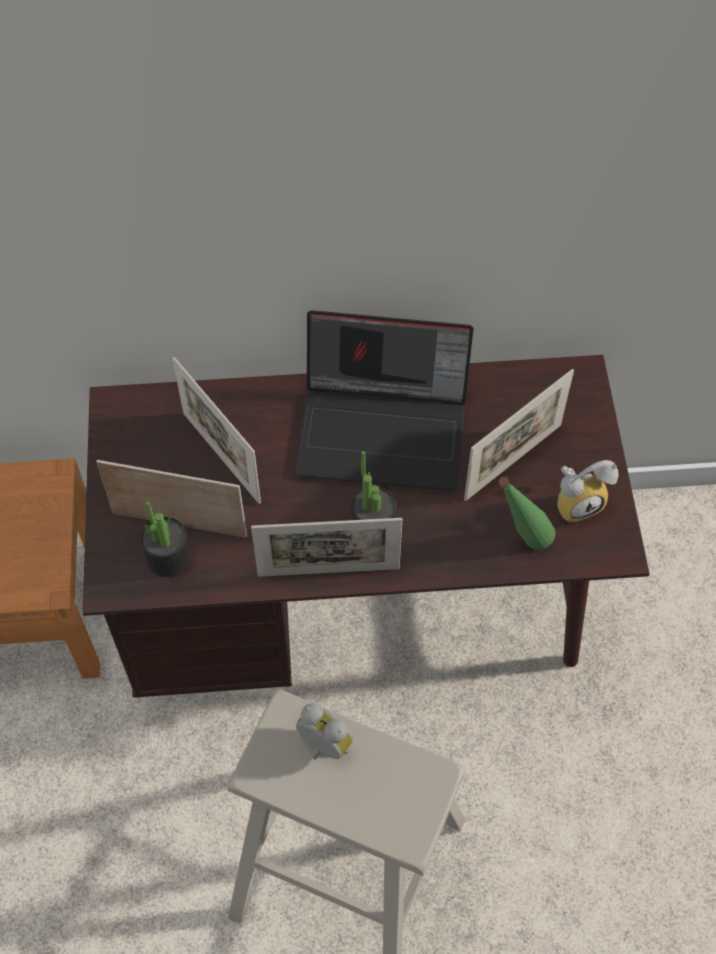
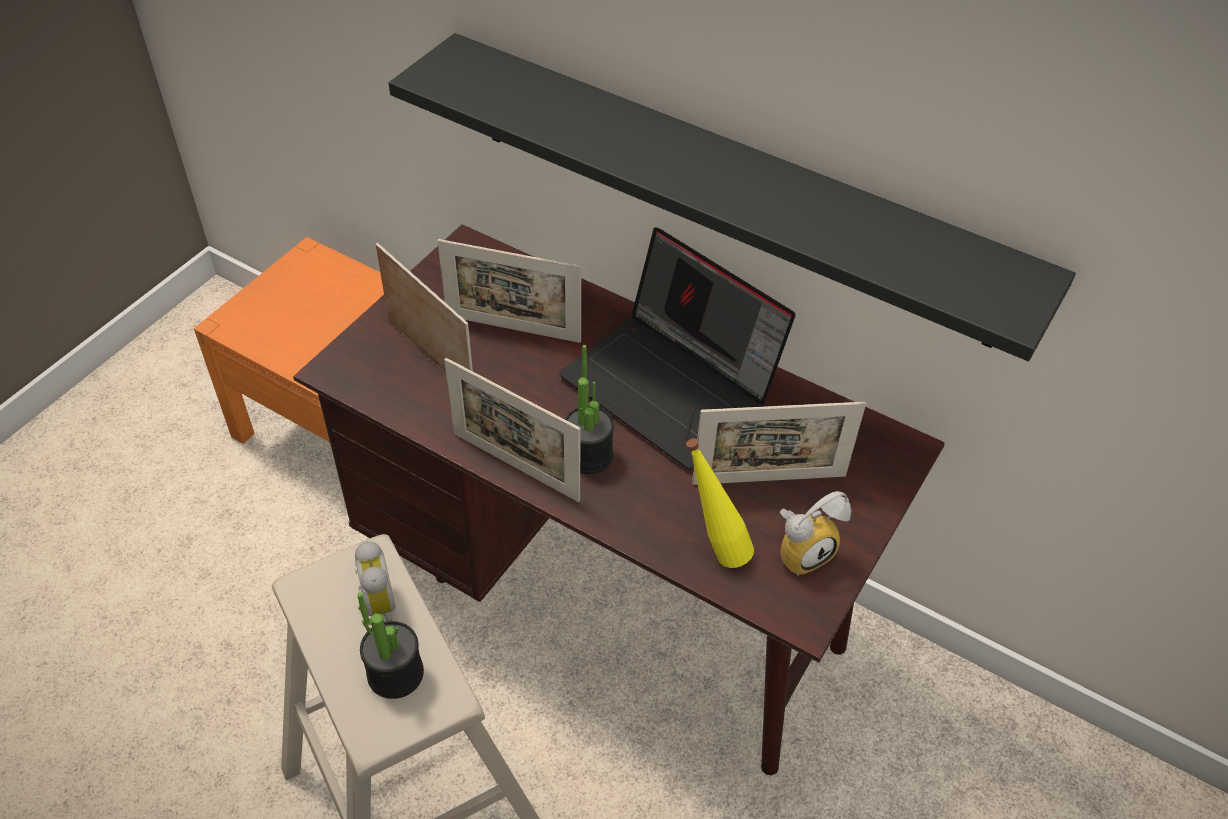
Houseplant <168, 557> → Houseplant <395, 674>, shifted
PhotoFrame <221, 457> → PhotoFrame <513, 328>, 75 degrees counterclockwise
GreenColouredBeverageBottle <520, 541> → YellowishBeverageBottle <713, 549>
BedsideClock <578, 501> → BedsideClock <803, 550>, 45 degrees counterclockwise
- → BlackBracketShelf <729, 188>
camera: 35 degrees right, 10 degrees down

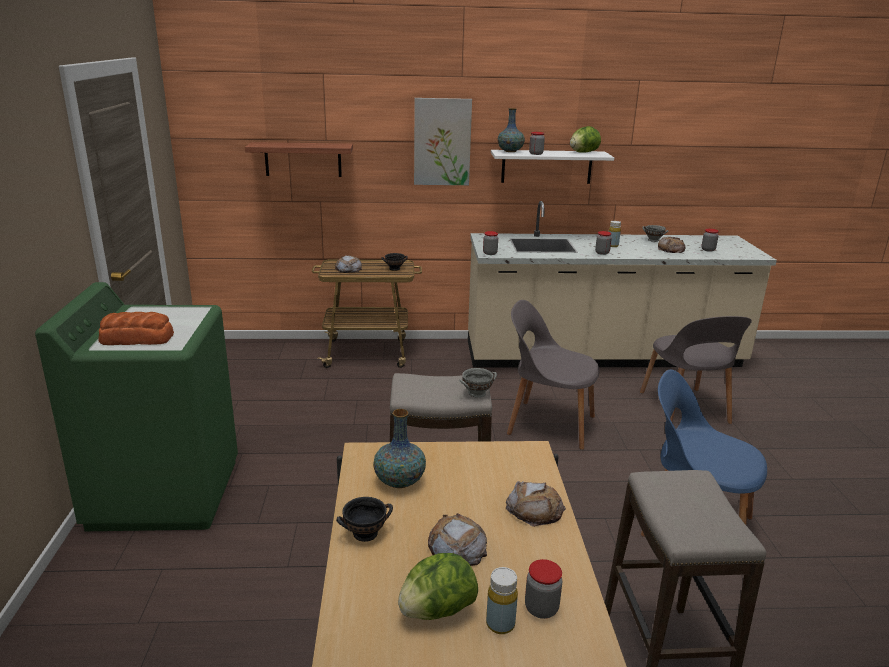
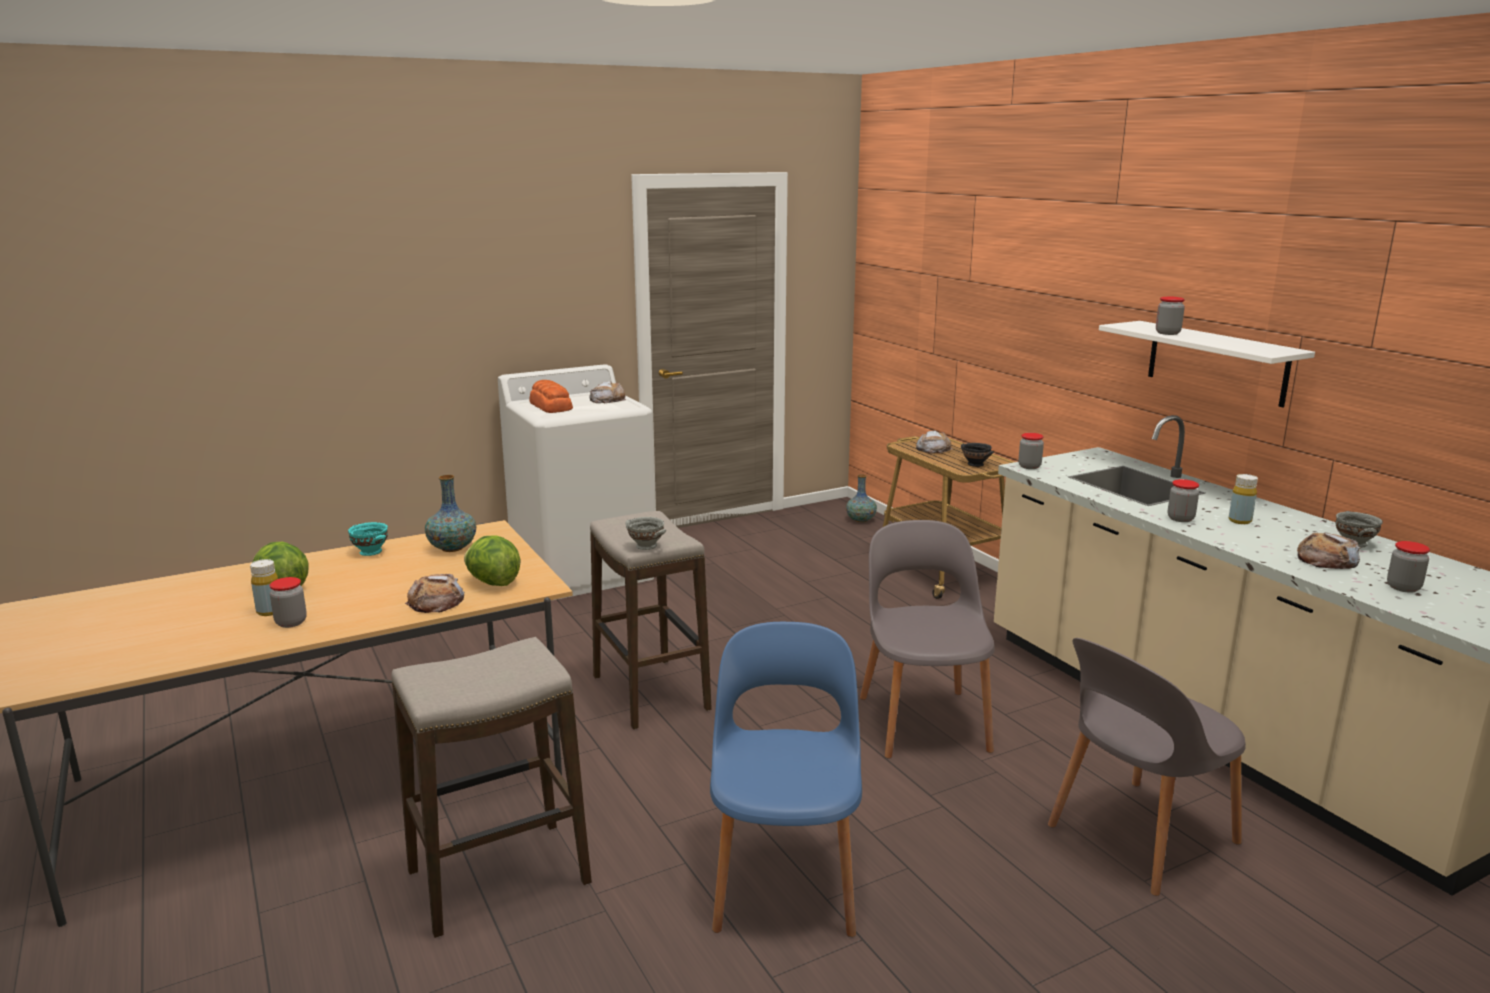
GreenColouredLaundryMachine <165, 492> → WhiteLaundryMachine <584, 570>
BracketShelf <303, 159> → -
BlackServingBowl <366, 533> → BlueGreenServingBowl <370, 552>
WallPicture <442, 142> → -
BakeryBread <456, 547> → BakeryBread <607, 399>, shifted
DecorativeVase <510, 151> → DecorativeVase <861, 520>, shifted
HeadOfLettuce <583, 152> → HeadOfLettuce <493, 582>, shifted
camera: 65 degrees right, 5 degrees down

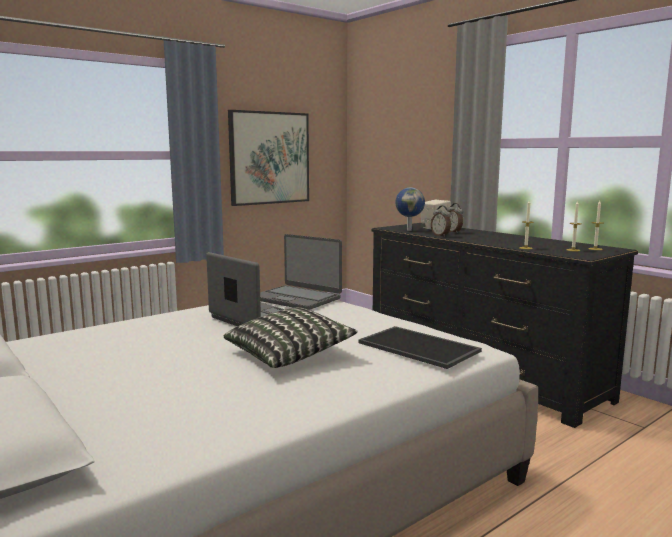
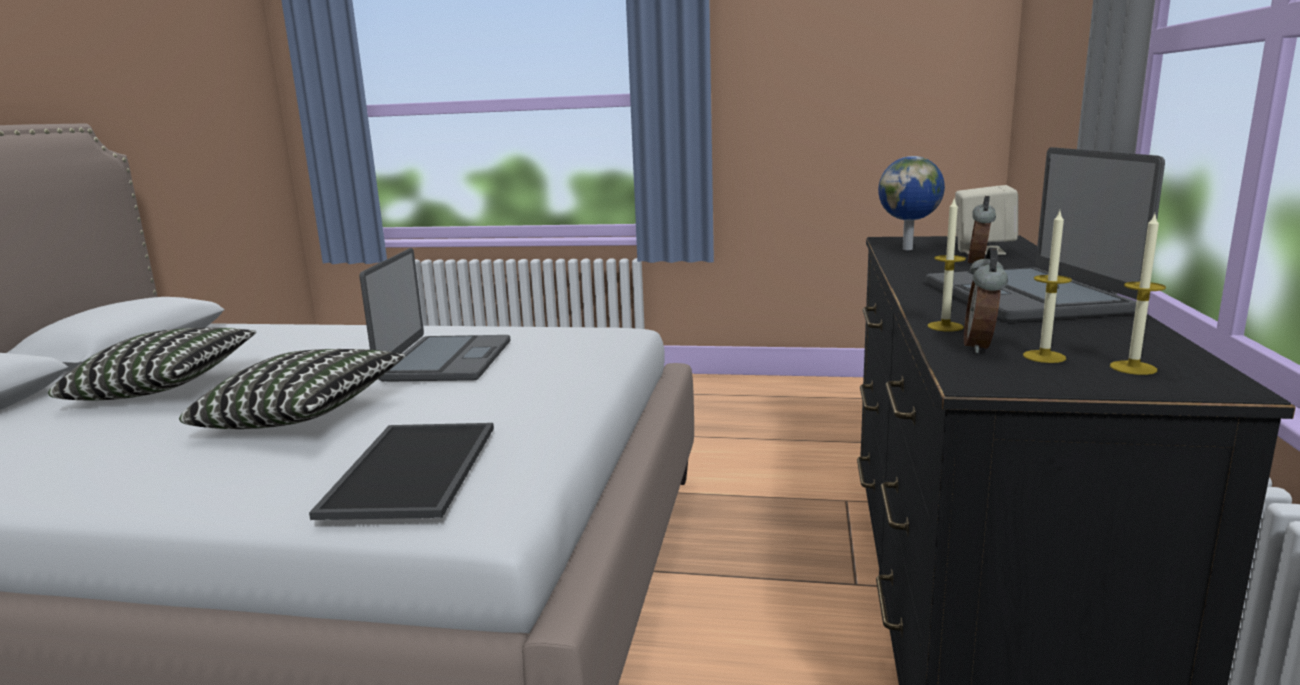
WallPicture <269, 158> → -
Laptop <297, 298> → Laptop <1026, 297>, shifted
BedsideClock <441, 235> → BedsideClock <981, 347>, shifted
- → Cushion <165, 389>
camera: 50 degrees right, 5 degrees up

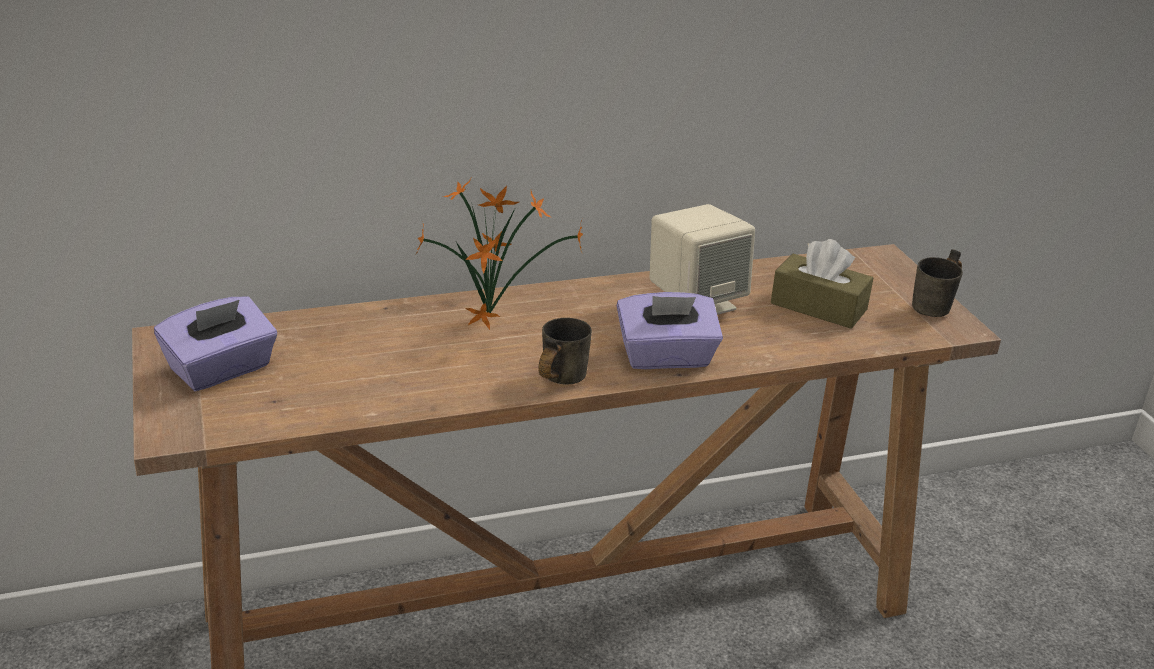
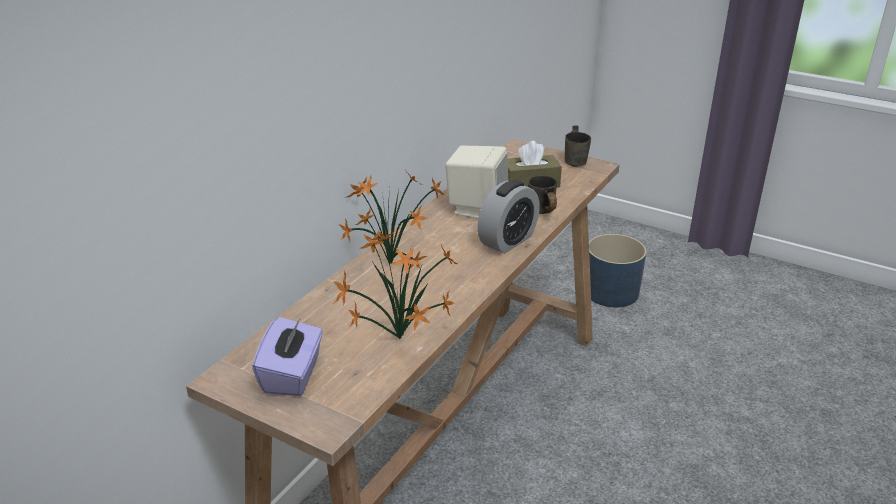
GreyishCoffeeMug <555, 380> → GreyishCoffeeMug <540, 213>, shifted
PurpleBoxOfTissues <666, 357> → BedsideClock <508, 241>
- → Houseplant <396, 339>
- → BlueColouredPlantPot <611, 291>
camera: 40 degrees left, 0 degrees up

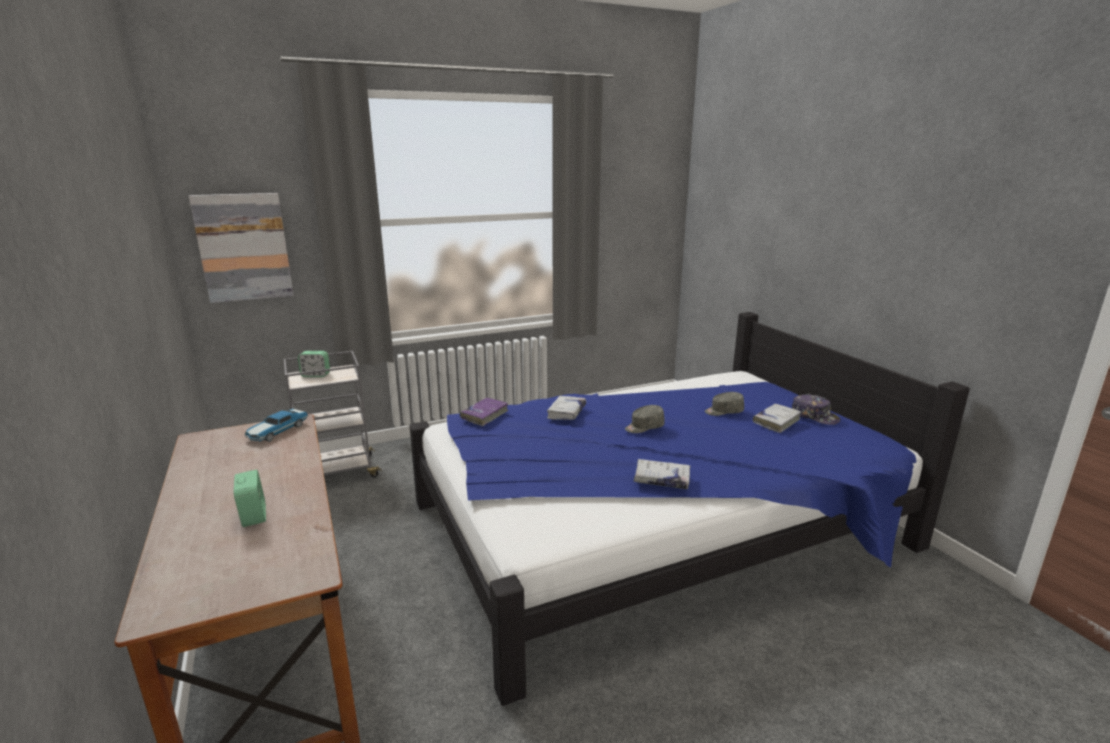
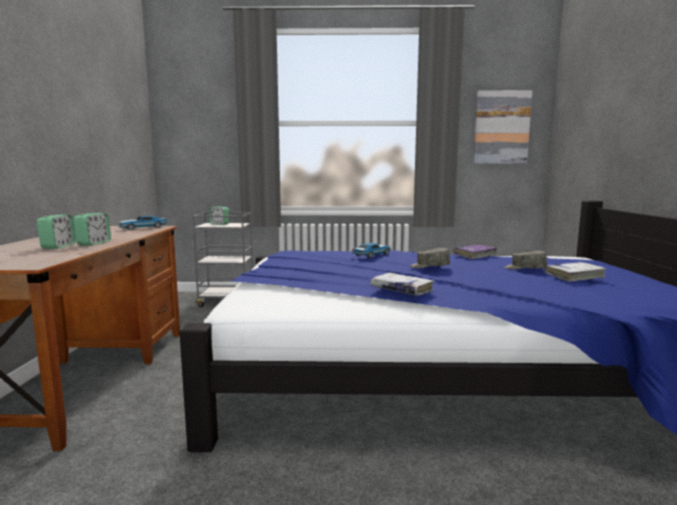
WallPicture <244, 247> → WallPicture <501, 127>, shifted
PurpleBook <484, 415> → PurpleBook <475, 255>, shifted
WhiteBook <566, 412> → ToyCar <372, 255>
PeakedCap <814, 416> → -
- → BedsideClock <94, 243>
camera: 25 degrees right, 10 degrees down

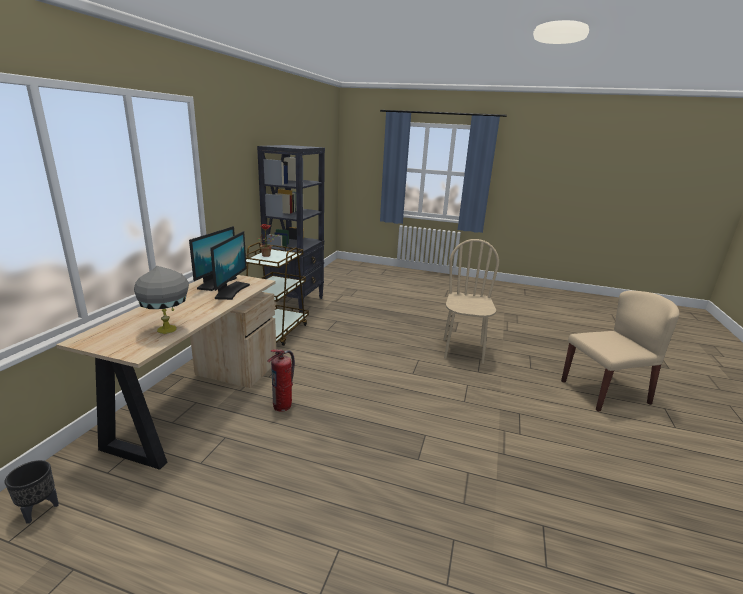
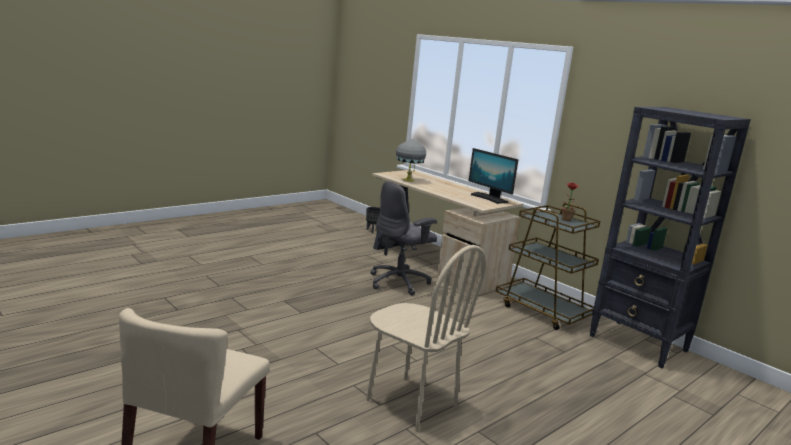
ComputerScreen <231, 291> → -
FireExtinguisher <283, 406> → GreyishOfficeChair <399, 282>
camera: 120 degrees right, 5 degrees down

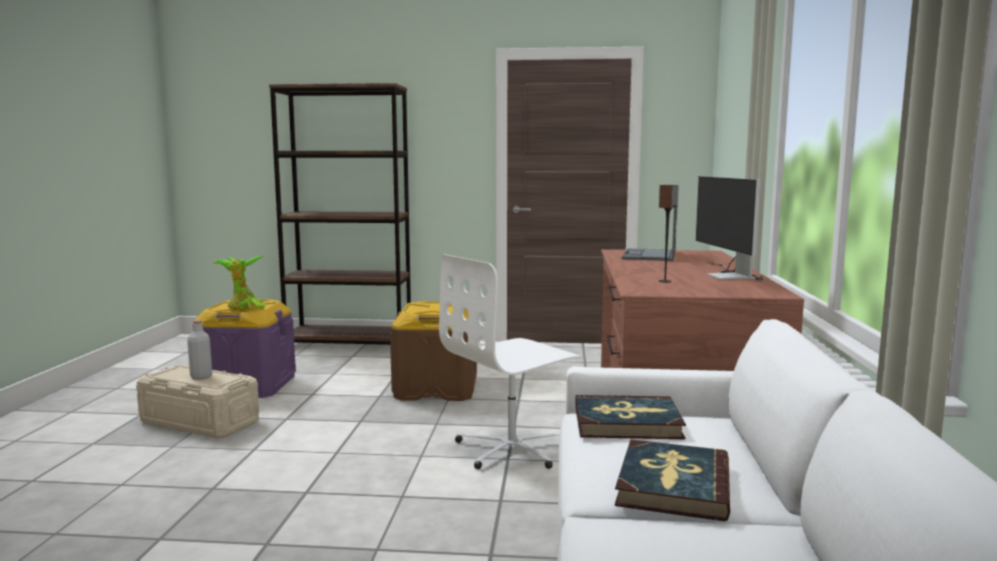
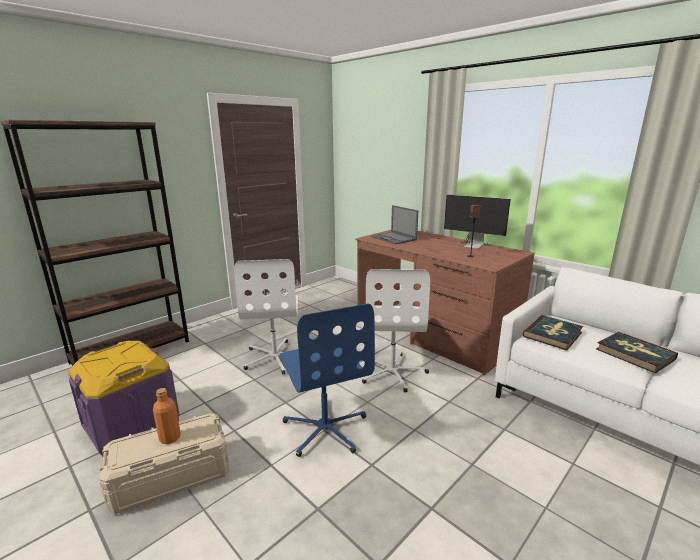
GreyishBeverageBottle <201, 377> → OrangeColouredBeverageBottle <170, 438>
Houseplant <244, 307> → -
BrownishStorageBin <435, 389> → WhiteOfficeChair <275, 357>
- → BlueColouredOfficeChair <325, 428>
camera: 50 degrees left, 10 degrees up

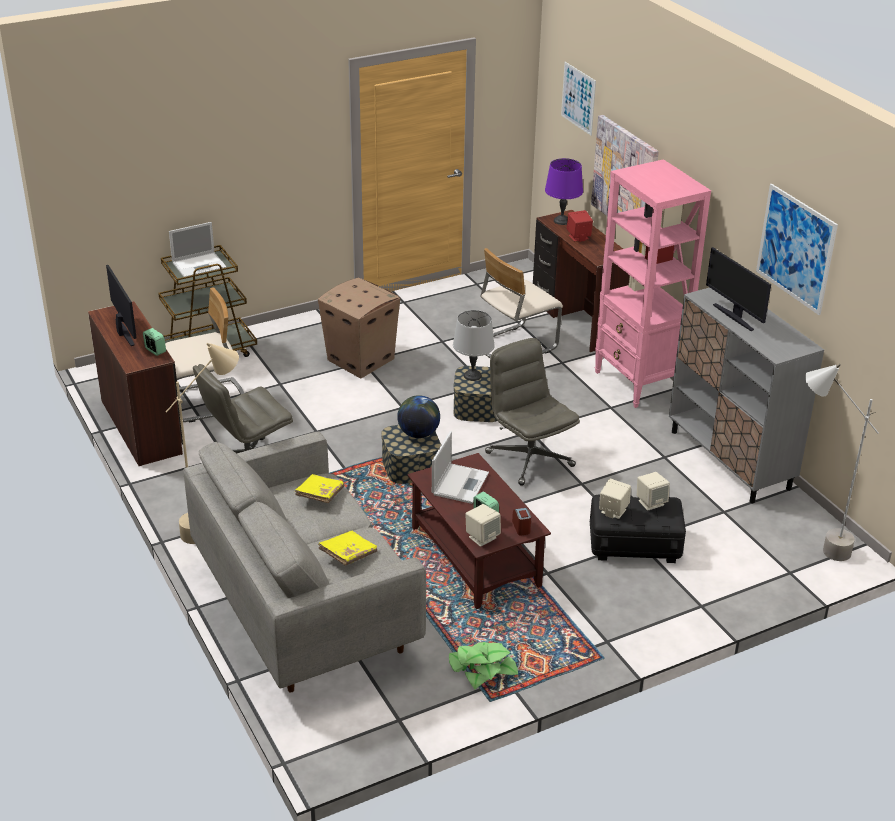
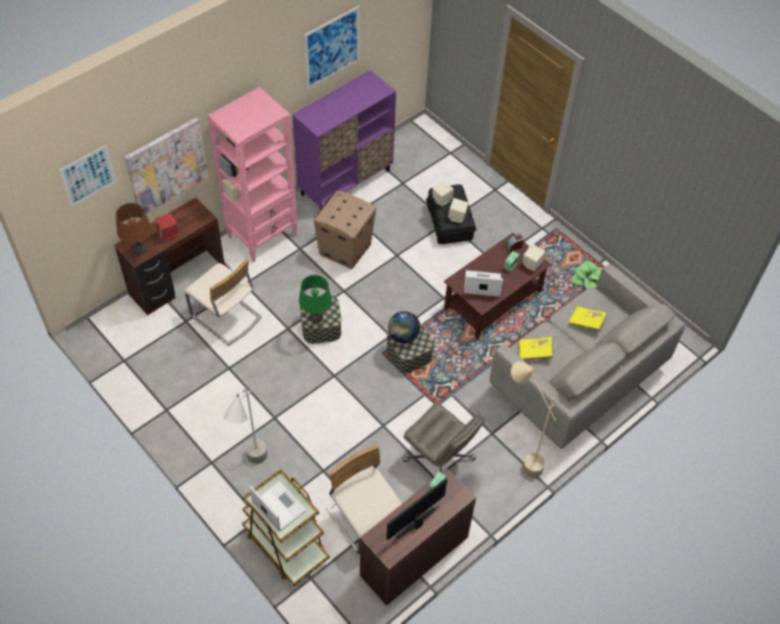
PackingBox <360, 359> → PackingBox <344, 250>, shifted
GreyishTableLamp <473, 375> → GreenColouredTableLamp <316, 316>
GreyishOfficeChair <529, 459> → -
PurpleTableLamp <562, 221> → BrownishTableLamp <138, 248>
GreyishCupboard <730, 460> → PurpleCupboard <346, 182>
ComputerScreen <734, 317> → -
GreyishStandingLamp <813, 546> → GreyishStandingLamp <253, 470>, shifted
camera: 105 degrees left, 20 degrees up

